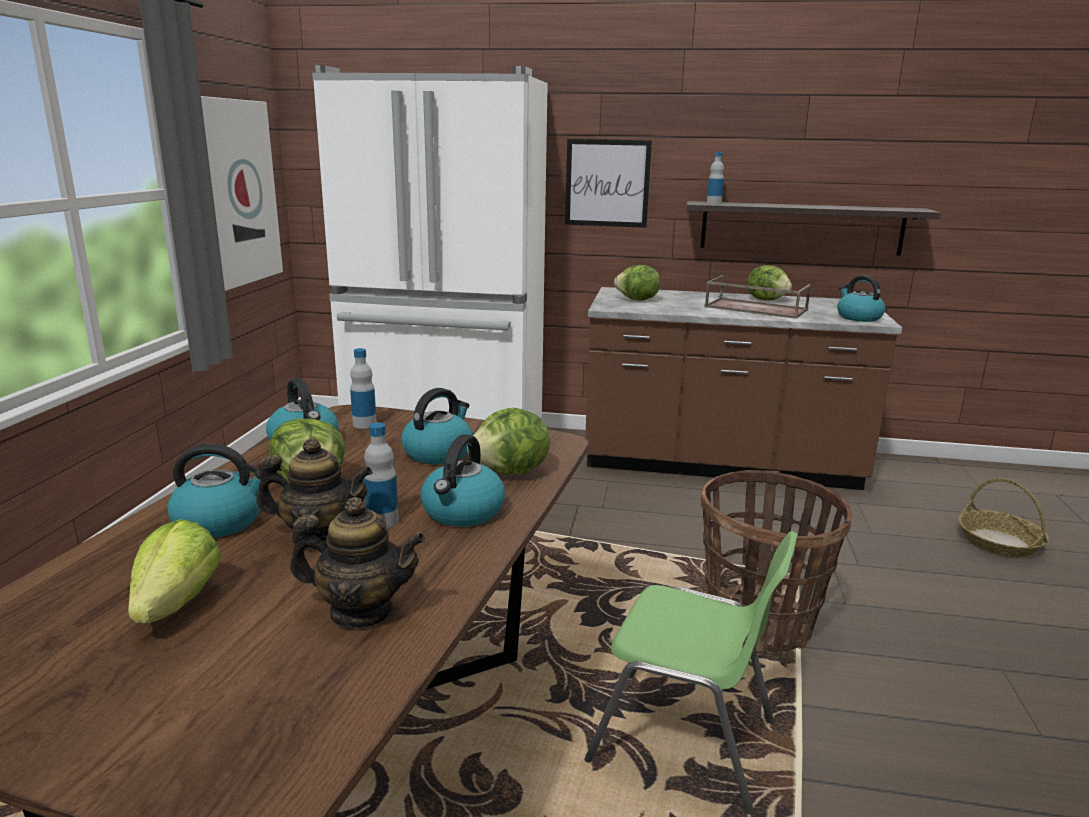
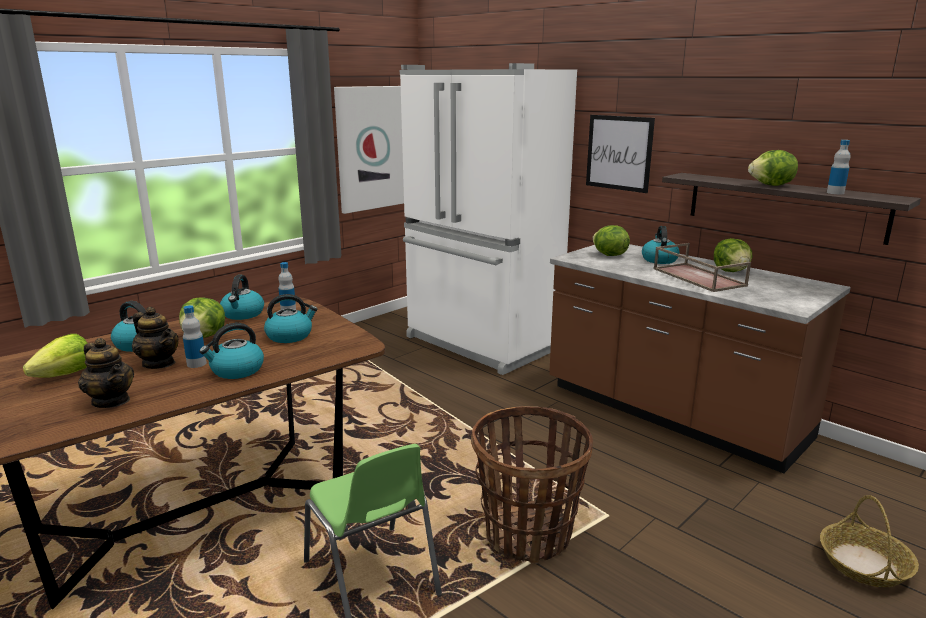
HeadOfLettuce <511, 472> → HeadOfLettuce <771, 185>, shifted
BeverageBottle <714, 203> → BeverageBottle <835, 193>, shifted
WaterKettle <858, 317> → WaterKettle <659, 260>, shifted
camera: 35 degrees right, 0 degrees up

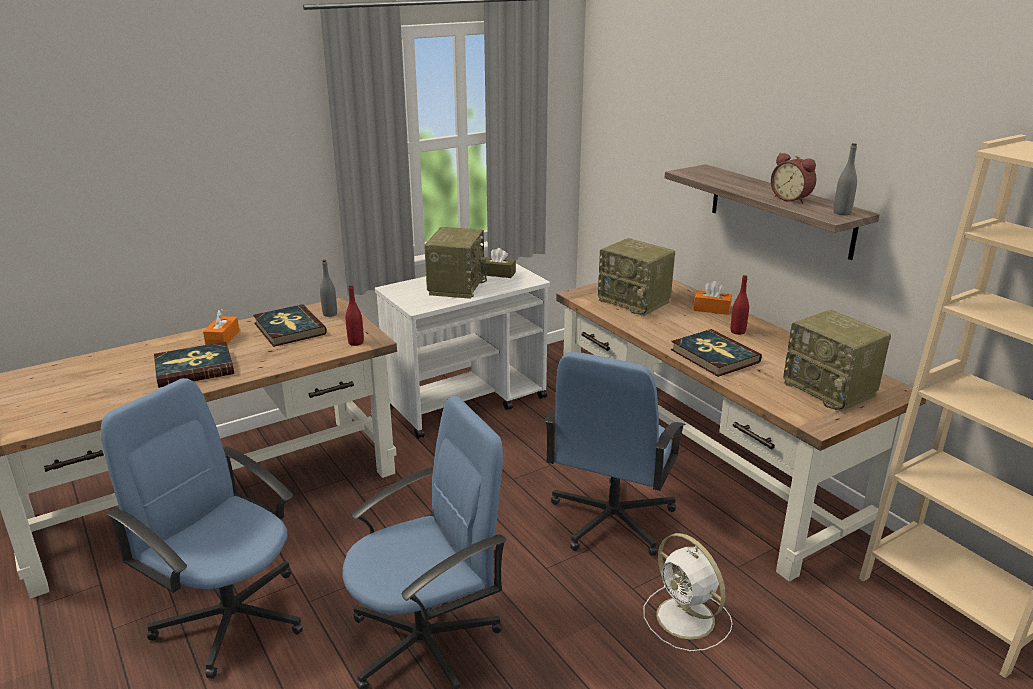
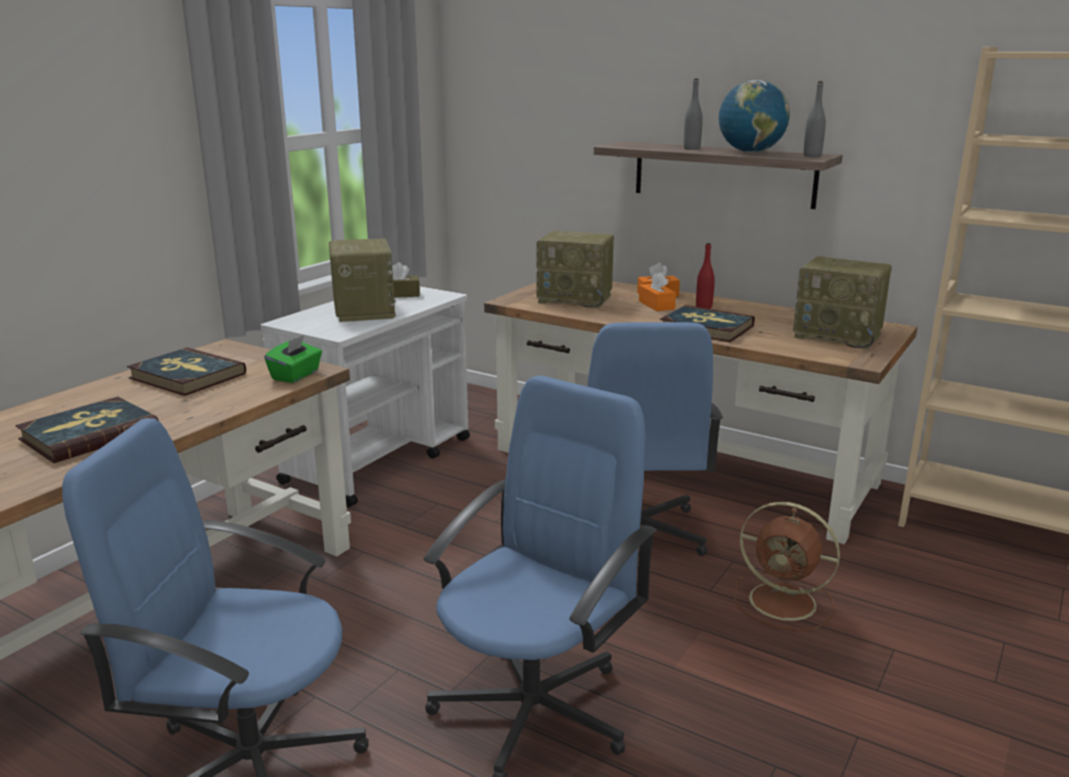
OrangeColouredBoxOfTissues <223, 338> → OrangeColouredBoxOfTissues <656, 305>, shifted
GreyishBeverageBottle <330, 314> → GreyishBeverageBottle <691, 148>, shifted
ReddishBeverageBottle <356, 342> → GreenColouredBoxOfTissues <296, 375>
WhiteFan <687, 619> → BrownishFan <785, 602>
BedsideClock <791, 199> → WorldGlobe <750, 152>
camera: 25 degrees left, 5 degrees down

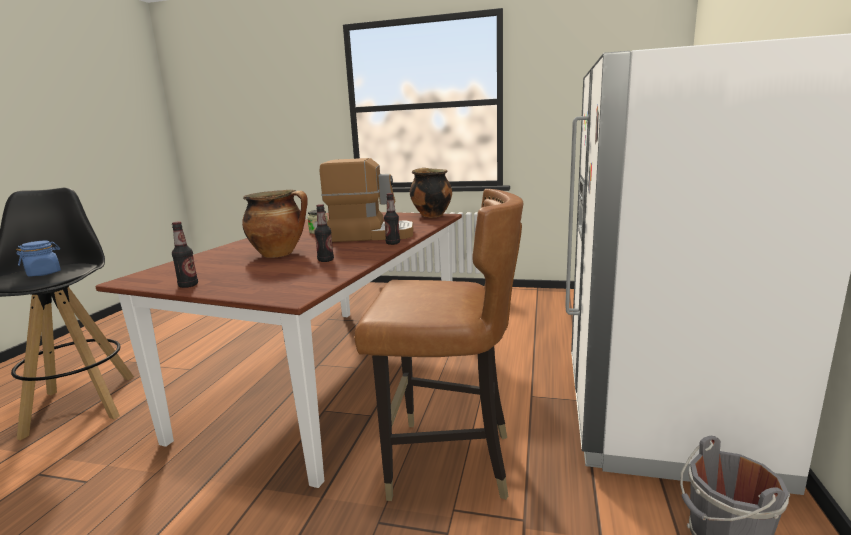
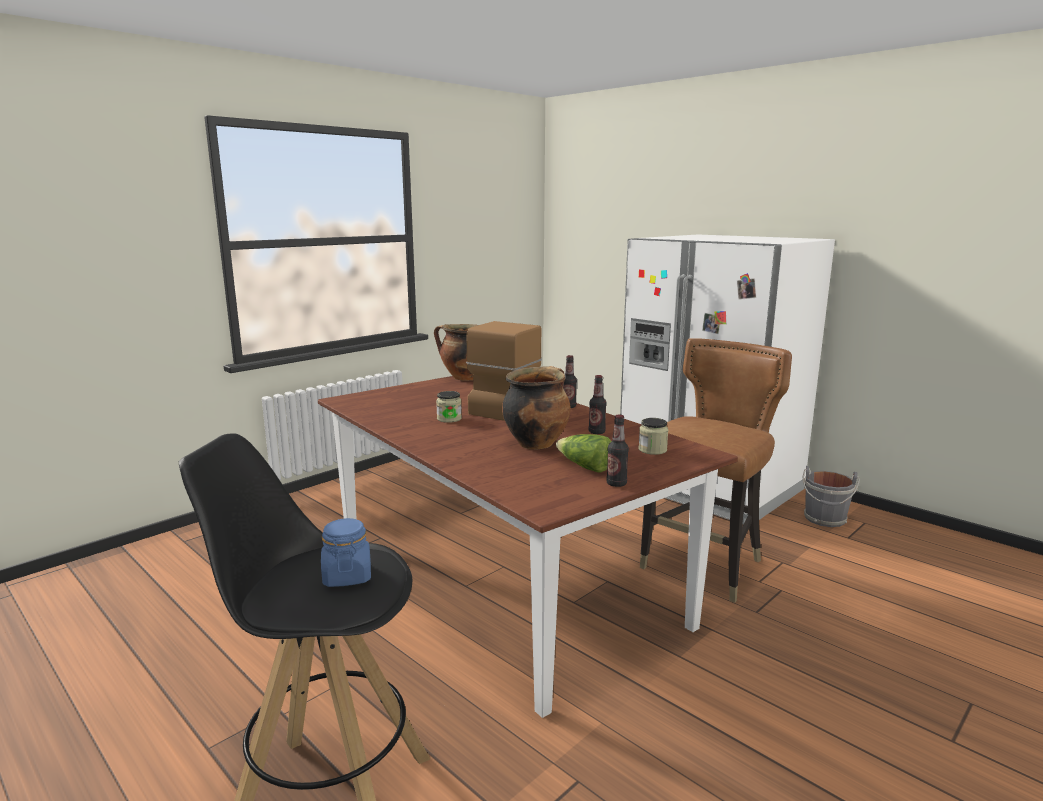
- → HeadOfLettuce <585, 467>
- → StorageJar <652, 450>
camera: 60 degrees left, 0 degrees up

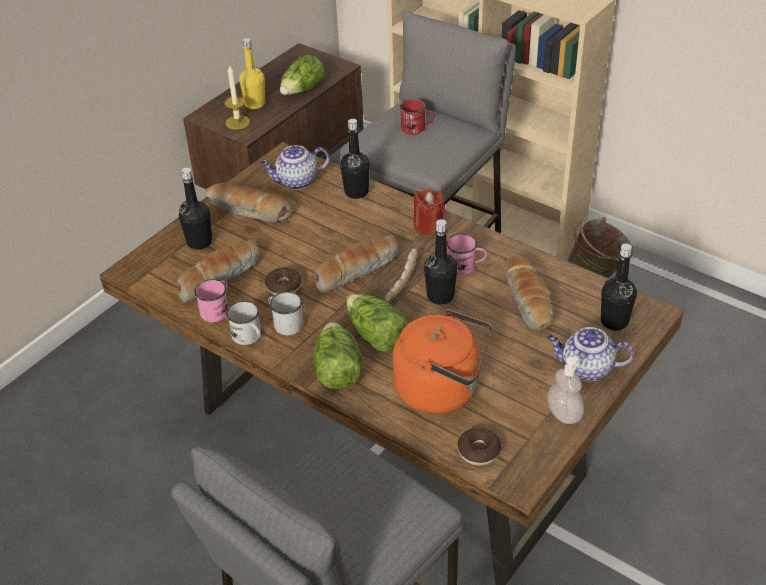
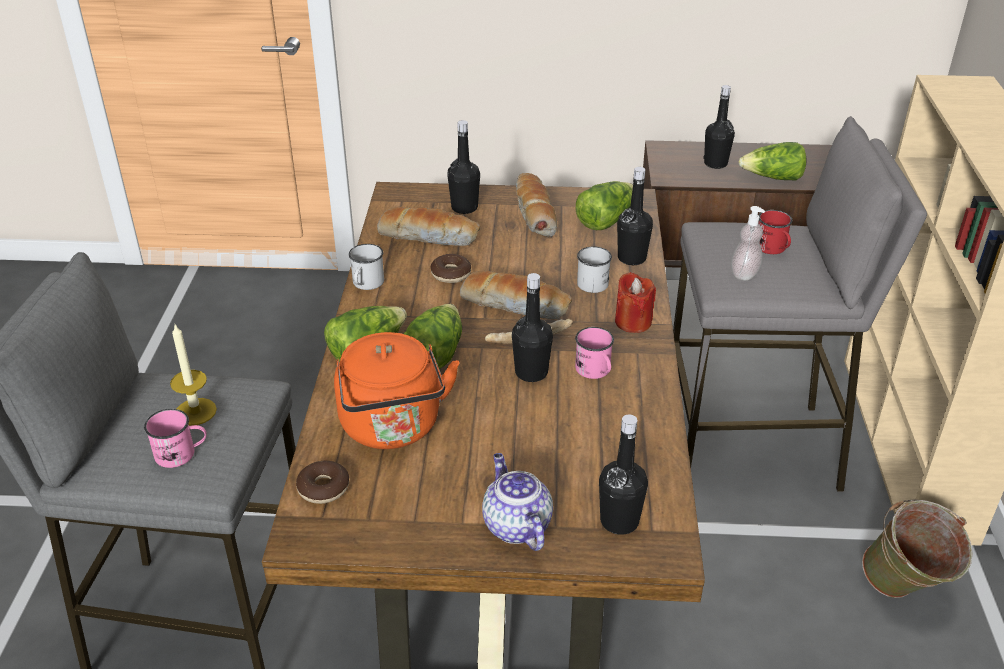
PinkCoffeeMug <217, 309> → PinkCoffeeMug <181, 454>, shifted
WaxCandle <237, 122> → WaxCandle <195, 412>, shifted
YellowishBeverageBottle <255, 104> → BlackBeverageBottle <715, 163>
PotForTea <296, 181> → HeadOfLettuce <605, 220>
WhiteCoffeeMug <285, 323> → WhiteCoffeeMug <593, 281>, shifted
BakeryBread <529, 301> → -
SoapBottle <564, 414> → SoapBottle <744, 274>, shifted
camera: 55 degrees right, 5 degrees down

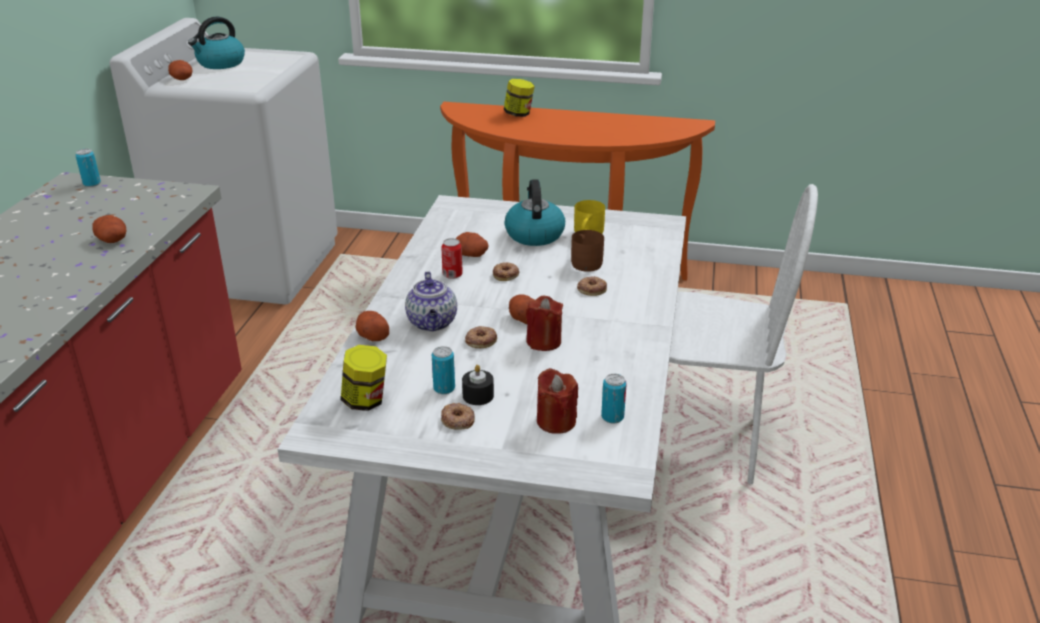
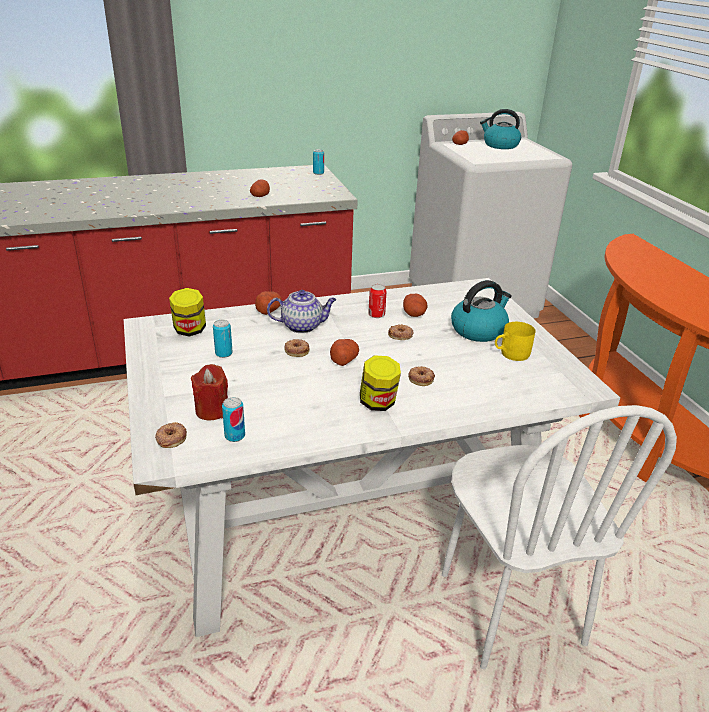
PotForTea <433, 323> → PotForTea <303, 326>, 150 degrees counterclockwise
Doughnut <457, 420> → Doughnut <171, 438>, shifted
BlackWaxCandle <478, 395> → -
StorageJar <518, 114> → StorageJar <378, 403>, shifted
ReddishWaxCandle <544, 341> → -
BrownishCoffeeMug <586, 262> → -
camera: 60 degrees right, 0 degrees up

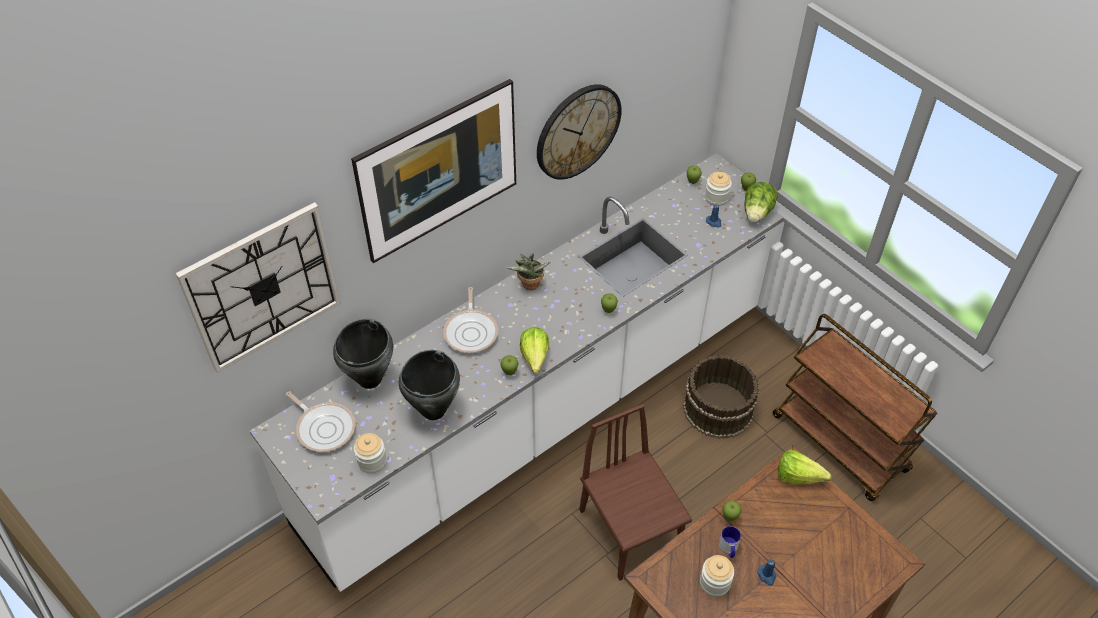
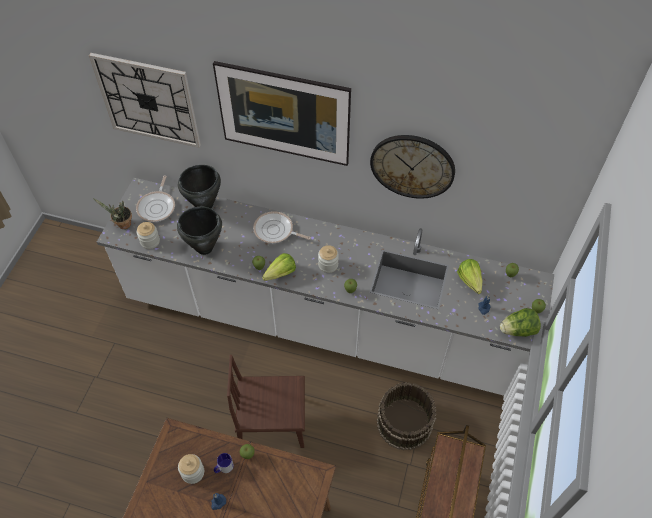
Pan <471, 331> → Pan <275, 231>, 60 degrees clockwise
Houseplant <530, 286> → Houseplant <122, 225>, shifted
BrownishChair <630, 530> → BrownishChair <272, 422>, 120 degrees counterclockwise
StorageJar <716, 198> → StorageJar <328, 265>, shifted
HeadOfLettuce <802, 479> → HeadOfLettuce <470, 284>, shifted
camera: 55 degrees right, 5 degrees up

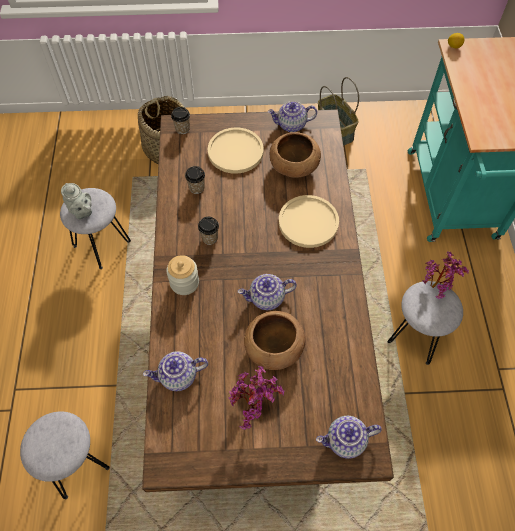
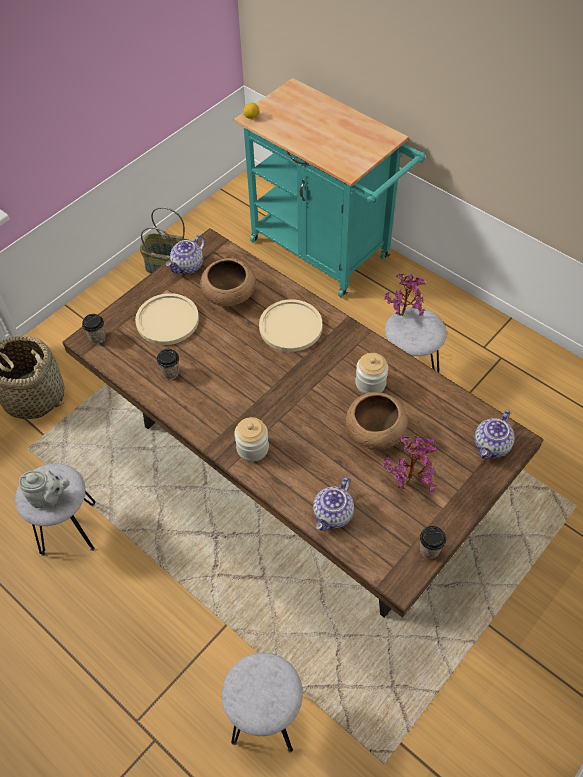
Cup <209, 238> → Cup <429, 550>, shifted
PotForTea <266, 298> → -
- → StorageJar <370, 383>
camera: 45 degrees left, 5 degrees down

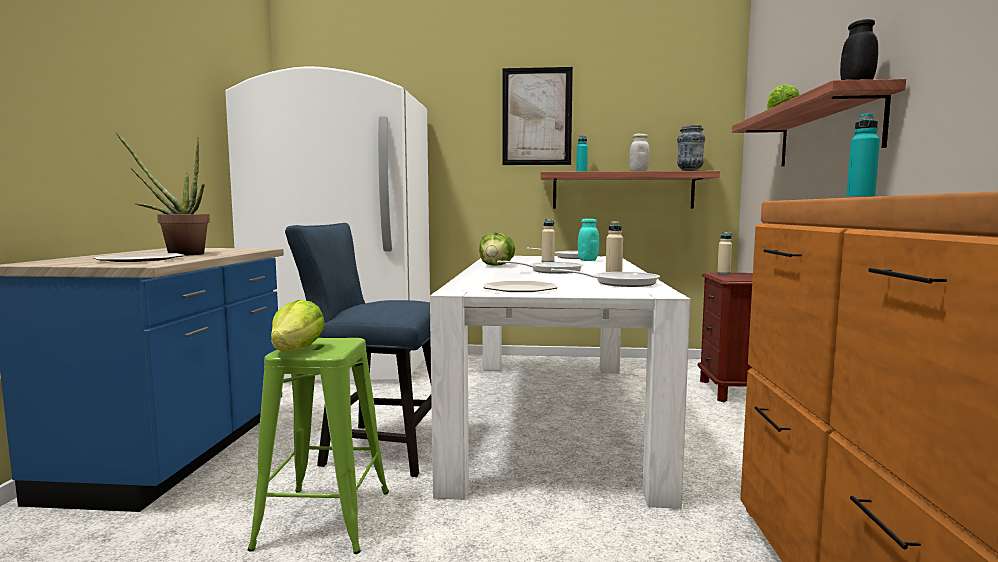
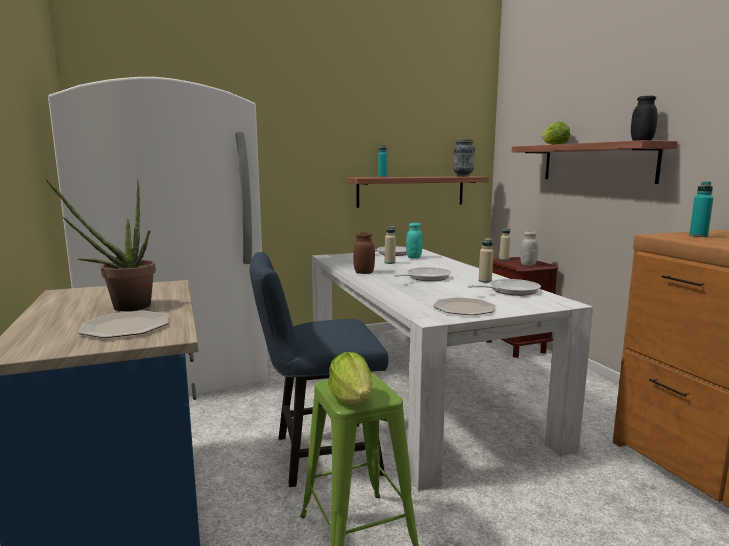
HeadOfLettuce <496, 265> → BrownishStorageJar <364, 273>
WallPicture <537, 117> → -
WhiteStorageJar <639, 172> → WhiteStorageJar <528, 265>, shifted
camera: 25 degrees left, 5 degrees up

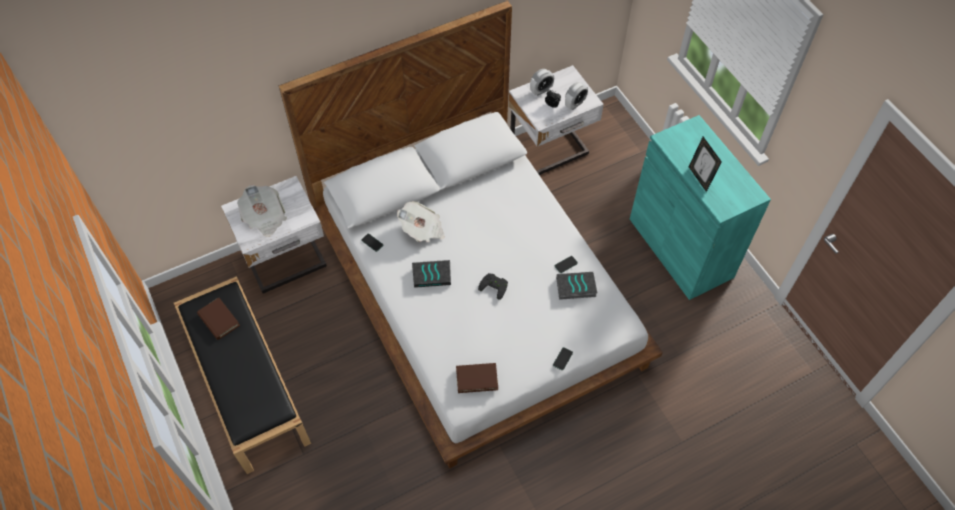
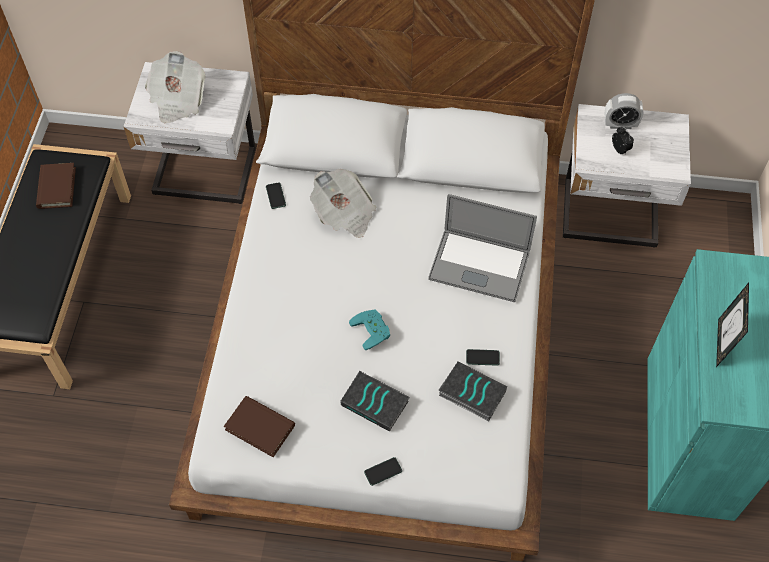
Book <432, 275> → Book <376, 403>, shifted
BlackGameController <495, 285> → BlueGreenGameController <373, 330>
BedsideClock <575, 104> → -
- → Laptop <479, 265>
camera: 35 degrees right, 0 degrees up

